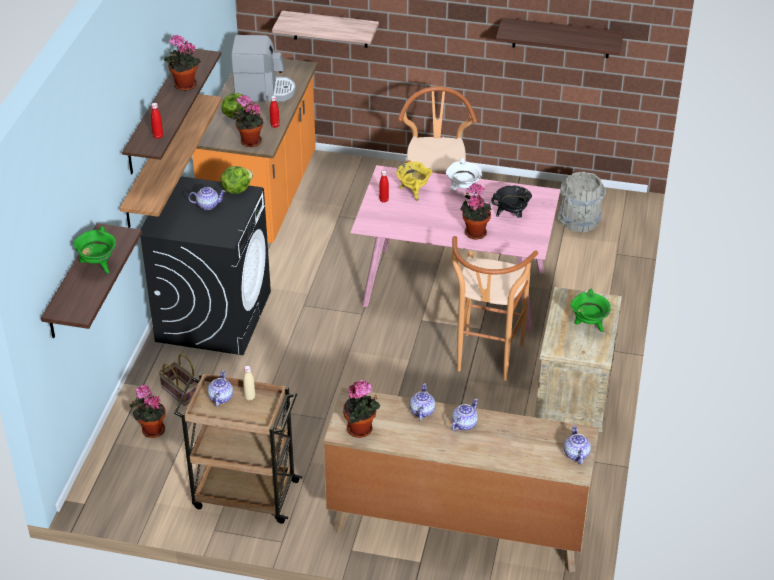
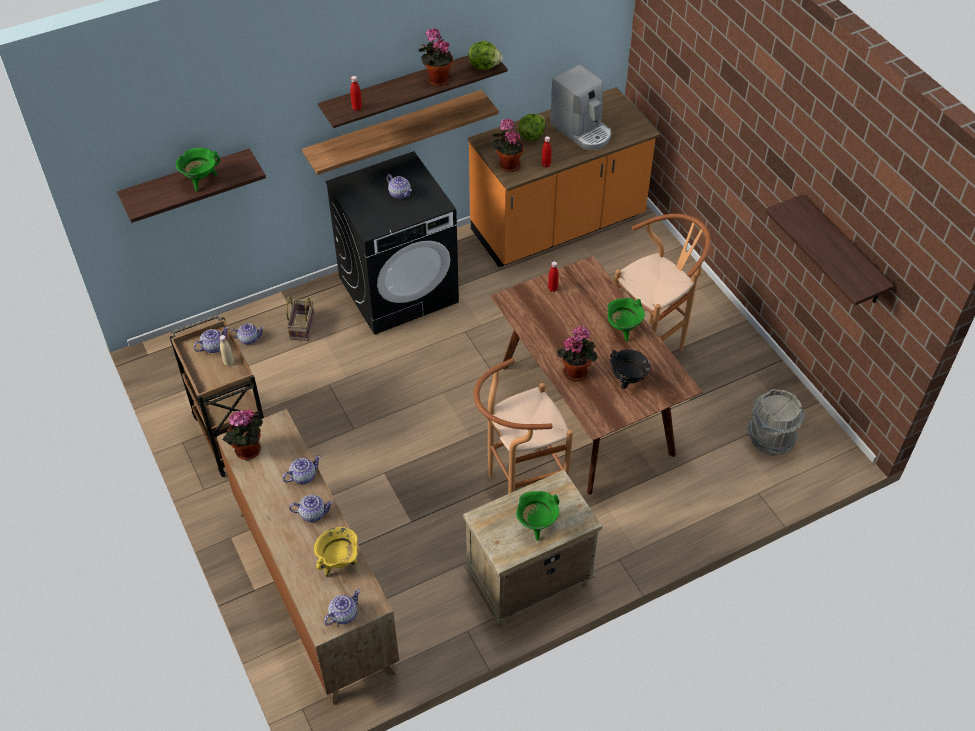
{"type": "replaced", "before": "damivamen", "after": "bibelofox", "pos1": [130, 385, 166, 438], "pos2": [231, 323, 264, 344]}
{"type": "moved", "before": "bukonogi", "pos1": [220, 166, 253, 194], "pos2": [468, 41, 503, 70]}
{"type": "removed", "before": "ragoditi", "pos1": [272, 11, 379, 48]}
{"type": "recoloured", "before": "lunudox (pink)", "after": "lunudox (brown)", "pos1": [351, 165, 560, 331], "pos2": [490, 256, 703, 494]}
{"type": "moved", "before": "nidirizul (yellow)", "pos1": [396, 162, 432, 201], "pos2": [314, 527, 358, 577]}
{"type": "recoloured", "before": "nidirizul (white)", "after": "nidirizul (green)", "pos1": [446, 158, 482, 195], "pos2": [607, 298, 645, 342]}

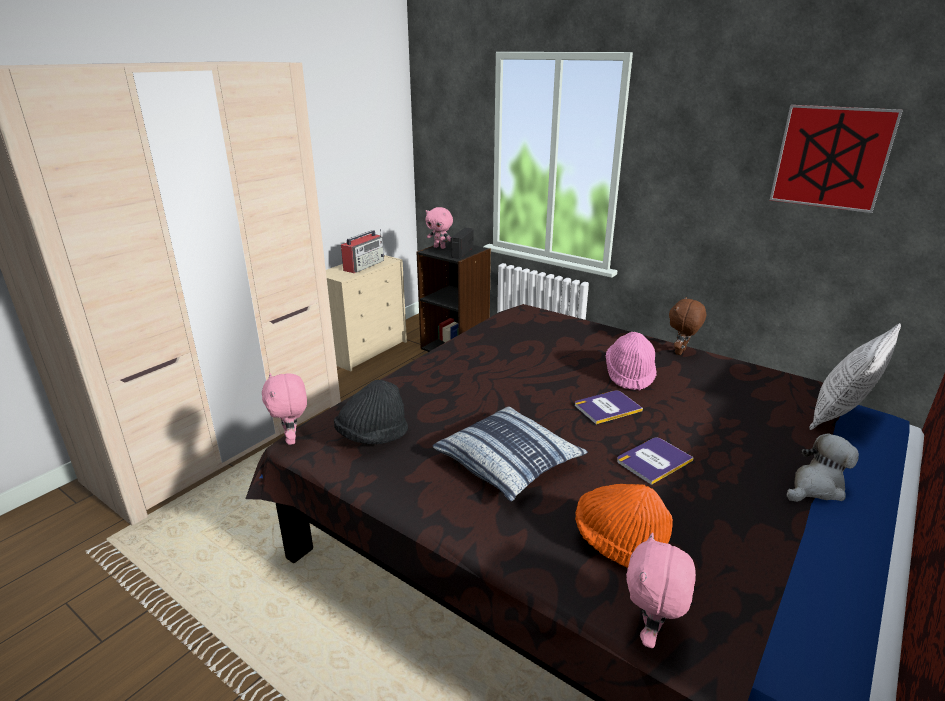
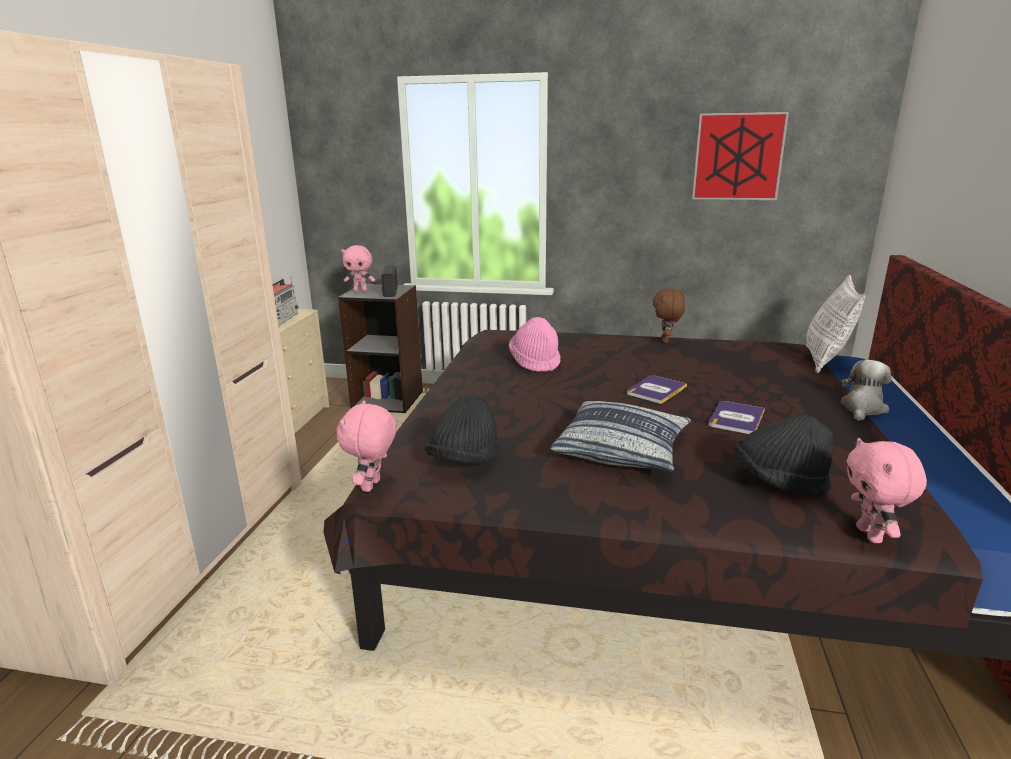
{"type": "turned", "before": "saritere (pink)", "pos1": [262, 373, 307, 445], "pos2": [336, 400, 397, 492], "turn": 60}
{"type": "recoloured", "before": "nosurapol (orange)", "after": "nosurapol (black)", "pos1": [575, 484, 673, 568], "pos2": [735, 414, 833, 495]}
{"type": "moved", "before": "nosurapol (pink)", "pos1": [606, 332, 657, 390], "pos2": [509, 317, 561, 372]}

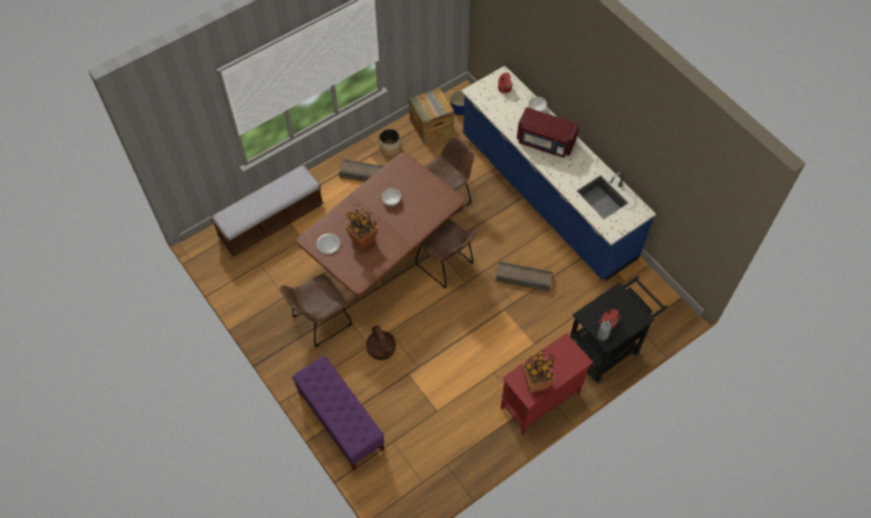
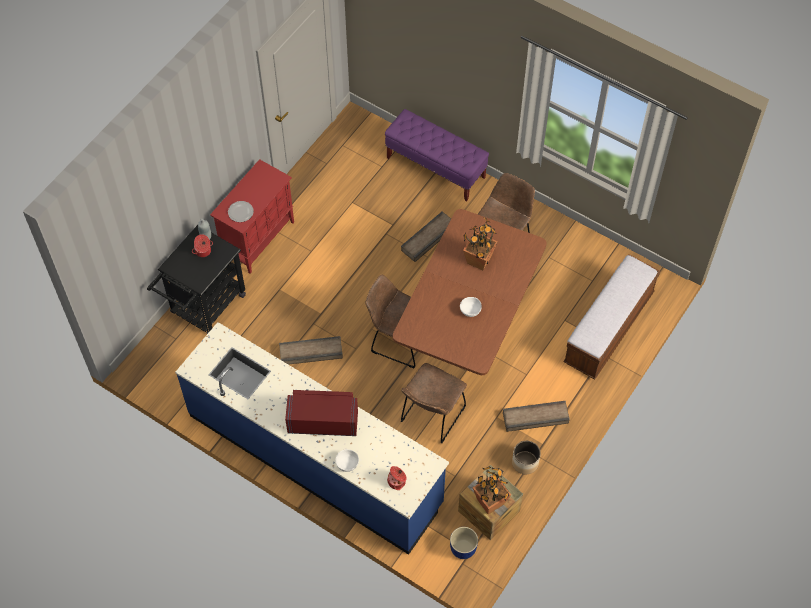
{"type": "moved", "before": "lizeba", "pos1": [316, 234, 341, 254], "pos2": [228, 201, 254, 222]}
{"type": "replaced", "before": "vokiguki", "after": "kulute", "pos1": [366, 325, 396, 360], "pos2": [401, 211, 451, 262]}
{"type": "moved", "before": "damivamen", "pos1": [522, 350, 555, 393], "pos2": [473, 466, 511, 514]}

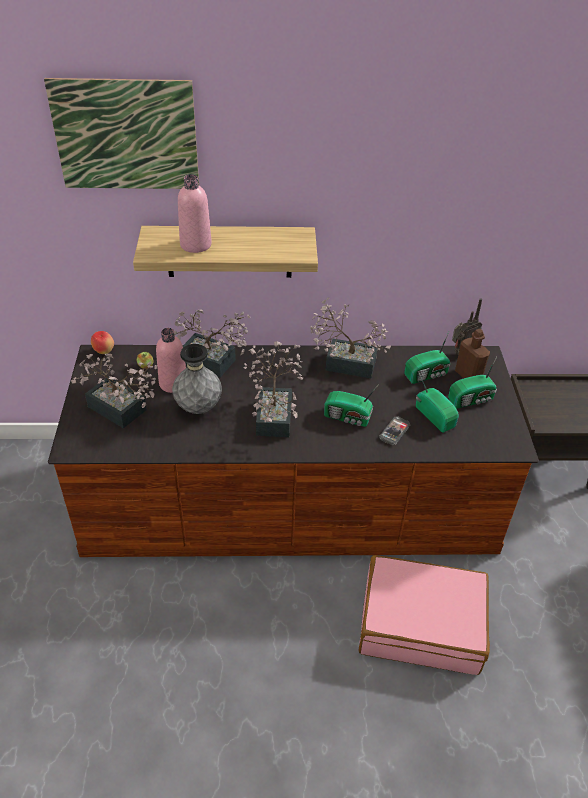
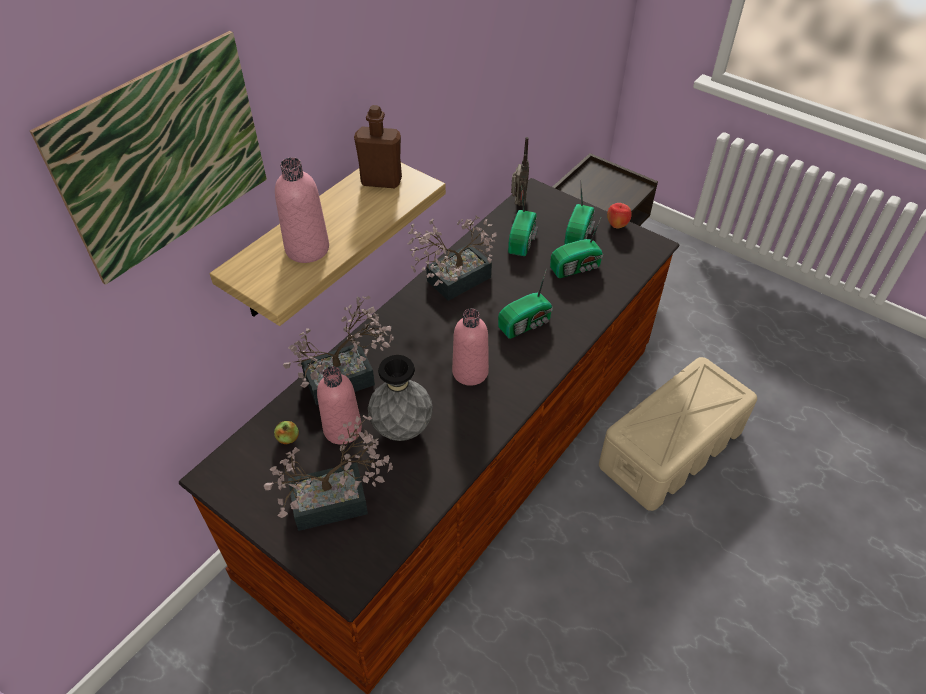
{"type": "moved", "before": "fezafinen", "pos1": [91, 331, 114, 354], "pos2": [607, 203, 632, 228]}
{"type": "replaced", "before": "damivamen", "after": "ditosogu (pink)", "pos1": [244, 341, 303, 437], "pos2": [452, 308, 489, 386]}
{"type": "replaced", "before": "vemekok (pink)", "after": "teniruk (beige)", "pos1": [359, 555, 490, 675], "pos2": [599, 357, 757, 511]}
{"type": "removed", "before": "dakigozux", "pos1": [379, 416, 410, 445]}
{"type": "turned", "before": "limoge", "pos1": [416, 373, 459, 433], "pos2": [550, 218, 603, 278], "turn": 150}
{"type": "moved", "before": "ditosogu (brown)", "pos1": [455, 329, 490, 378], "pos2": [354, 105, 402, 188]}

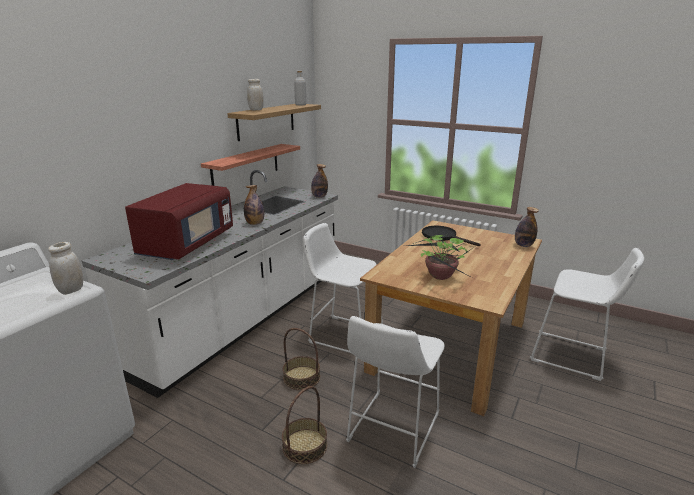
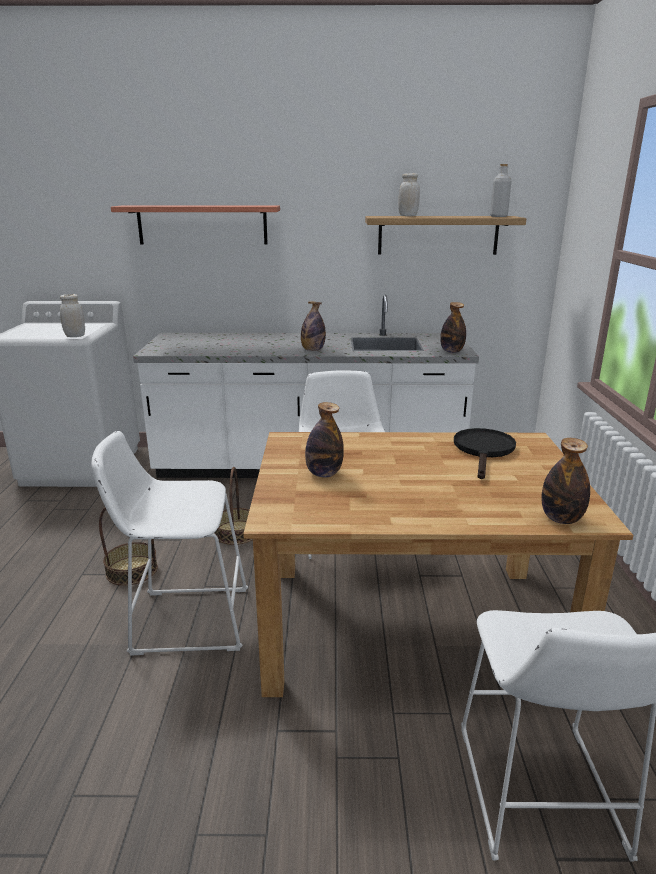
{"type": "removed", "before": "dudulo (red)", "pos1": [125, 183, 233, 260]}
{"type": "moved", "before": "ragoditi", "pos1": [201, 144, 300, 186], "pos2": [111, 205, 280, 244]}
{"type": "replaced", "before": "damivamen", "after": "ditosogu", "pos1": [407, 235, 474, 280], "pos2": [305, 402, 344, 478]}

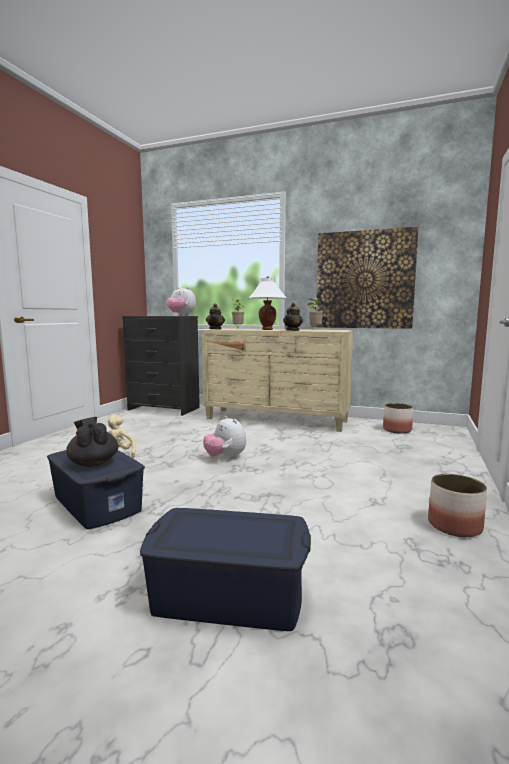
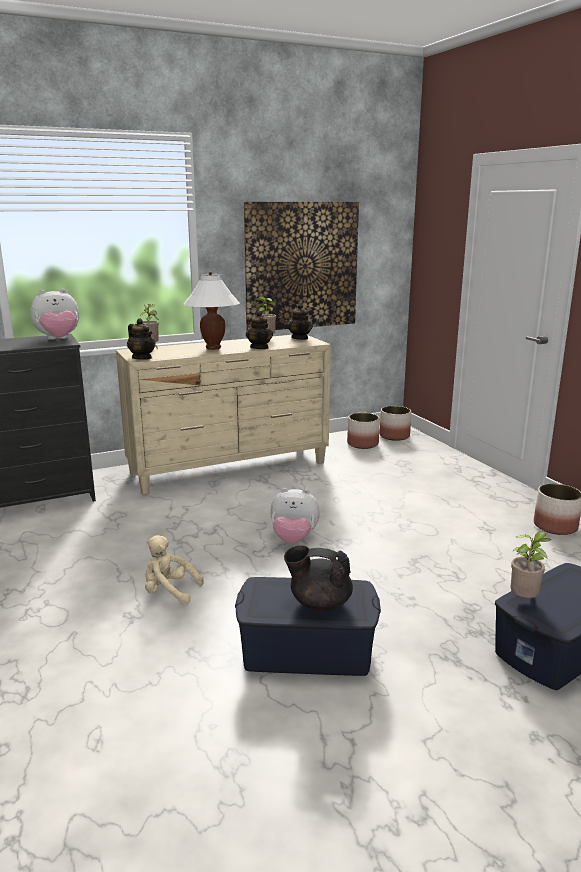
{"type": "added", "after": "bibelofox", "pos2": [287, 304, 313, 340]}
{"type": "added", "after": "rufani", "pos2": [379, 406, 411, 441]}
{"type": "added", "after": "damivamen", "pos2": [511, 531, 552, 598]}

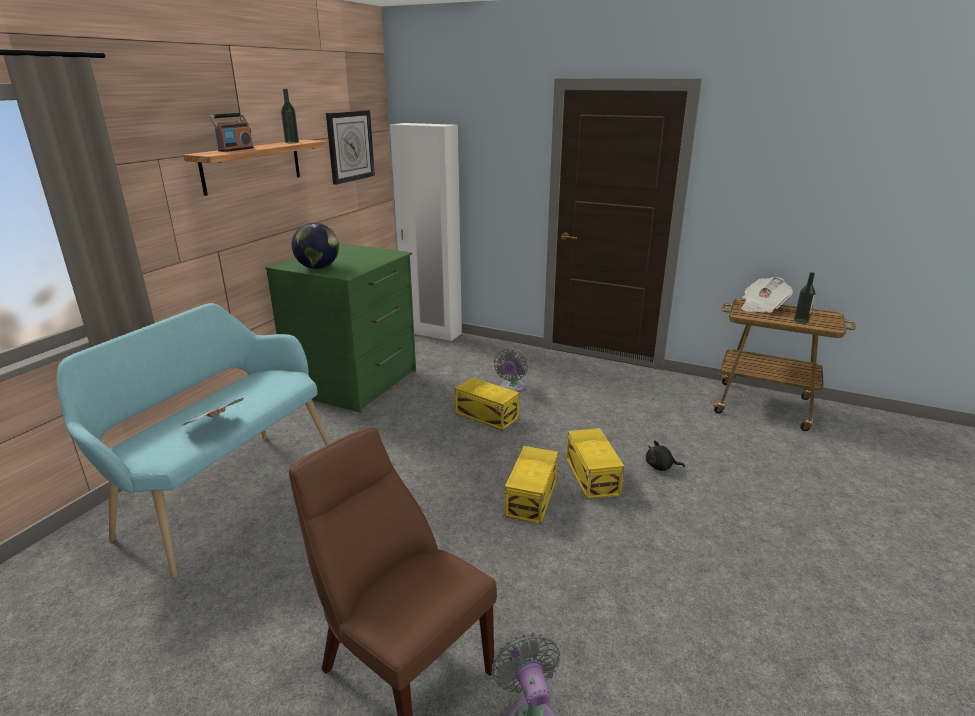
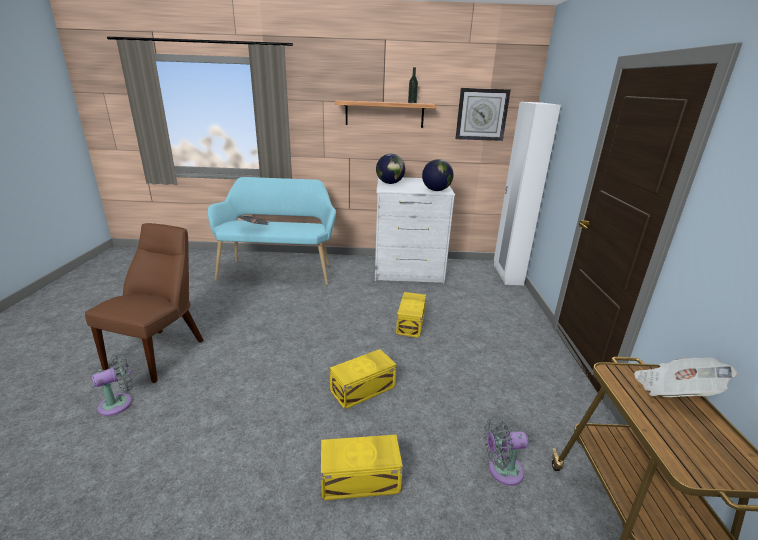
{"type": "removed", "before": "limoge", "pos1": [209, 113, 254, 152]}
{"type": "recoloured", "before": "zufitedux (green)", "after": "zufitedux (white)", "pos1": [265, 243, 416, 413], "pos2": [375, 177, 455, 284]}
{"type": "moved", "before": "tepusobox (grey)", "pos1": [494, 349, 528, 392], "pos2": [484, 416, 529, 486]}
{"type": "moved", "before": "teniruk (yellow)", "pos1": [504, 446, 558, 524], "pos2": [321, 435, 403, 501]}
{"type": "removed", "before": "saritere (black)", "pos1": [646, 440, 685, 471]}
{"type": "removed", "before": "ditosogu", "pos1": [794, 272, 815, 324]}
{"type": "added", "after": "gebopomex", "pos2": [422, 159, 454, 191]}

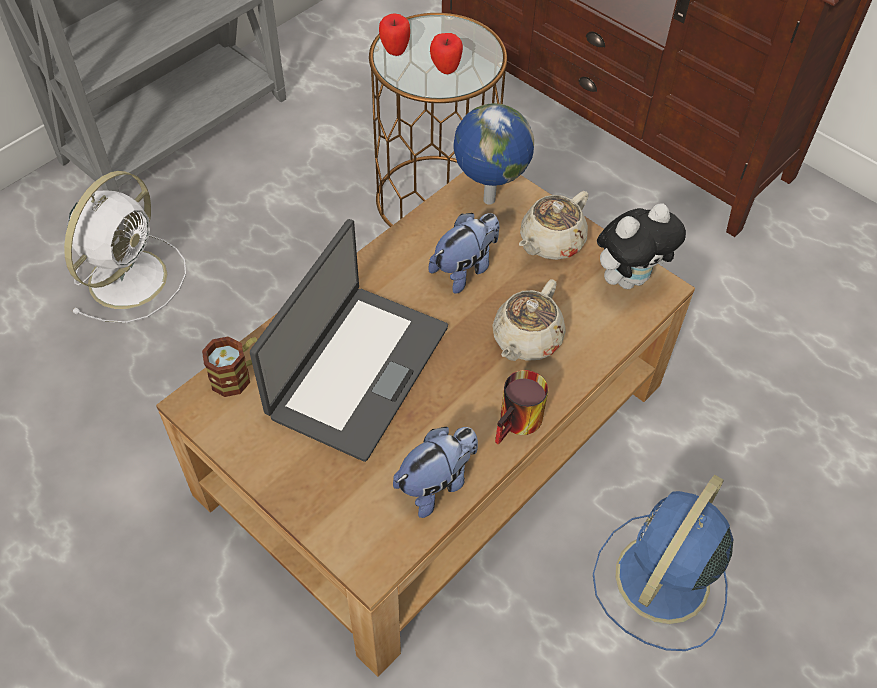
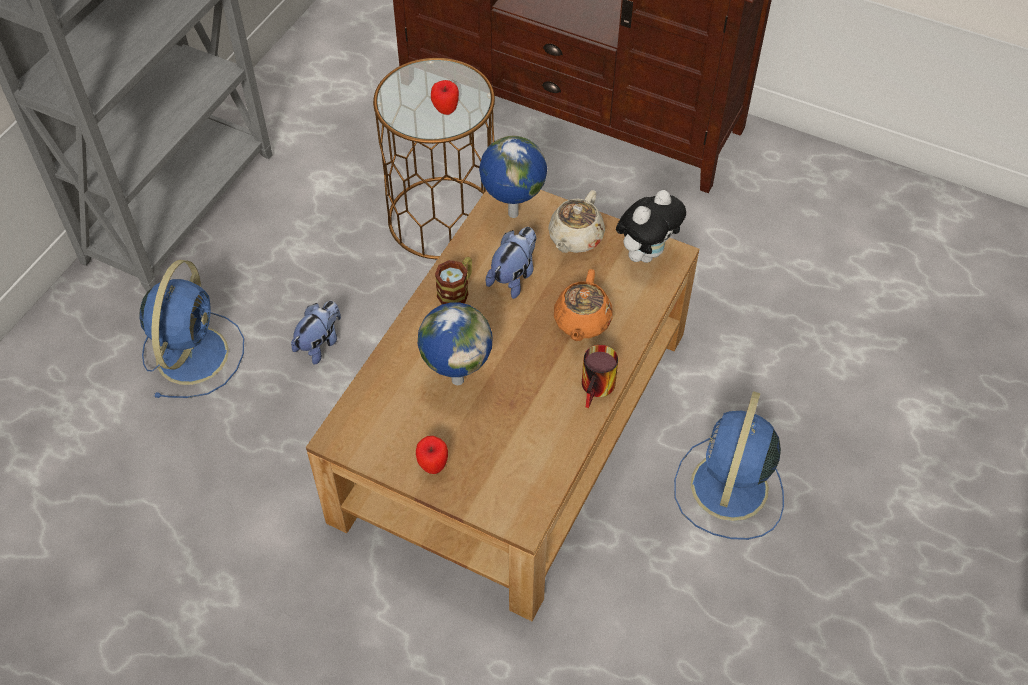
{"type": "recoloured", "before": "tepusobox (white)", "after": "tepusobox (blue)", "pos1": [64, 171, 186, 323], "pos2": [140, 260, 244, 398]}
{"type": "moved", "before": "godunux", "pos1": [202, 336, 258, 397], "pos2": [435, 257, 472, 304]}
{"type": "replaced", "before": "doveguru", "after": "gebopomex", "pos1": [250, 219, 448, 462], "pos2": [418, 302, 493, 385]}
{"type": "moved", "before": "fezafinen", "pos1": [379, 13, 410, 56], "pos2": [416, 436, 448, 474]}
{"type": "moved", "before": "saritere", "pos1": [393, 427, 478, 518], "pos2": [291, 301, 341, 364]}
{"type": "recoloured", "before": "bibelofox (beige)", "after": "bibelofox (orange)", "pos1": [492, 279, 566, 361], "pos2": [554, 269, 613, 341]}

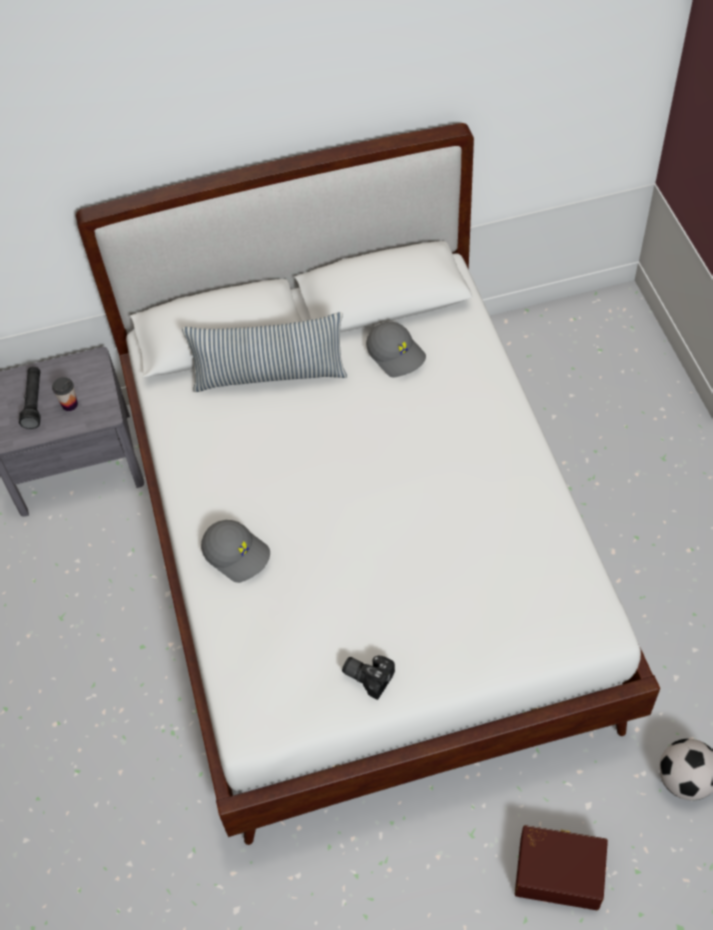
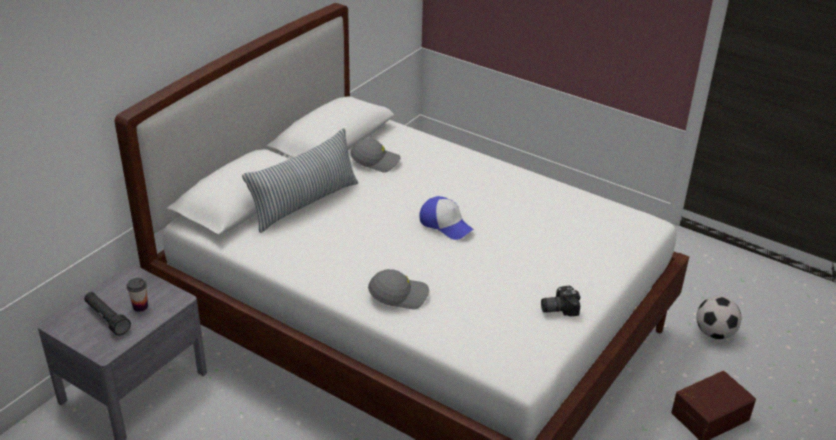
{"type": "added", "after": "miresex", "pos2": [419, 196, 474, 240]}

